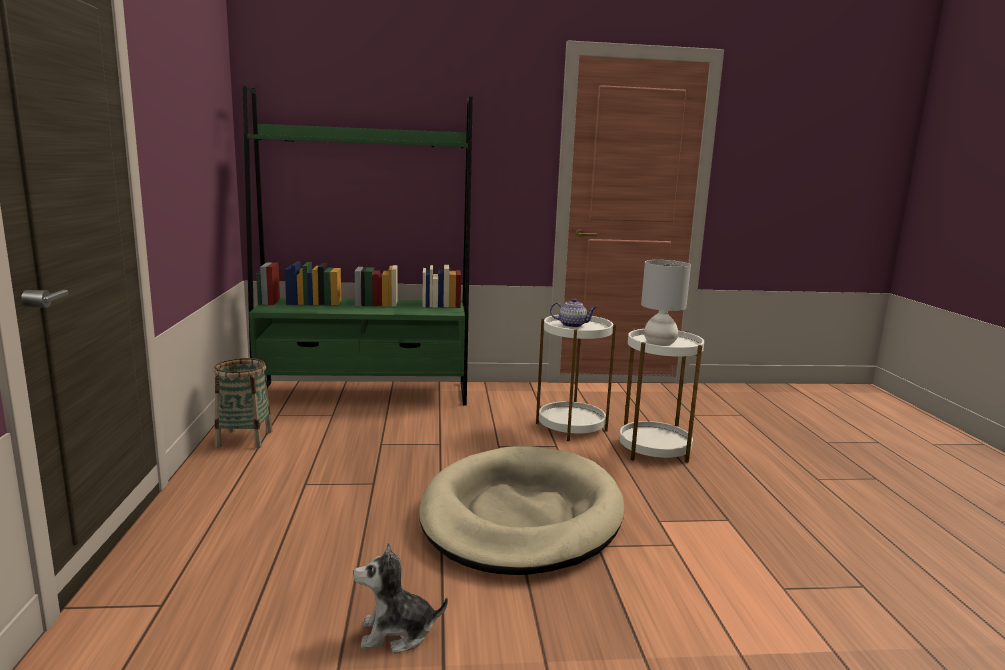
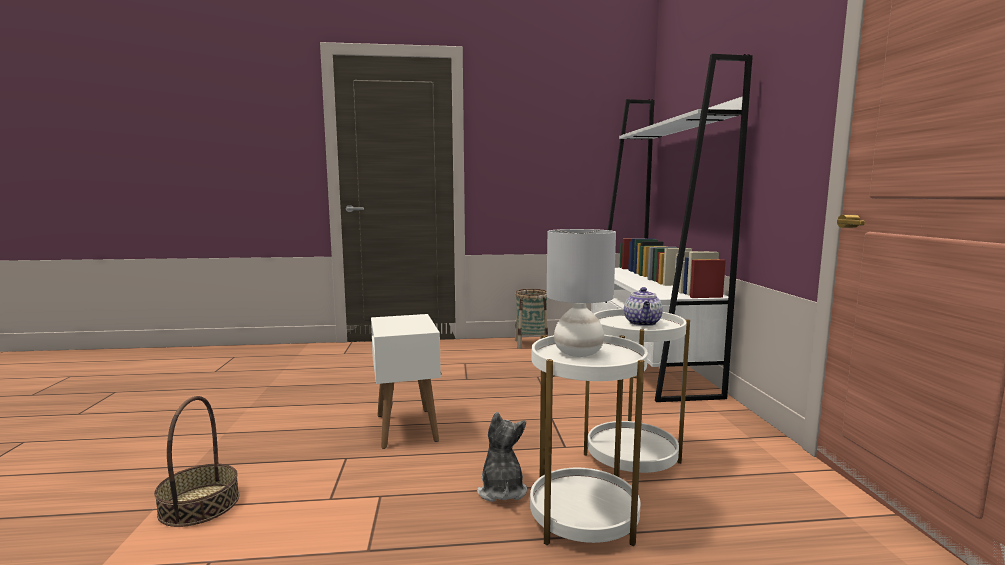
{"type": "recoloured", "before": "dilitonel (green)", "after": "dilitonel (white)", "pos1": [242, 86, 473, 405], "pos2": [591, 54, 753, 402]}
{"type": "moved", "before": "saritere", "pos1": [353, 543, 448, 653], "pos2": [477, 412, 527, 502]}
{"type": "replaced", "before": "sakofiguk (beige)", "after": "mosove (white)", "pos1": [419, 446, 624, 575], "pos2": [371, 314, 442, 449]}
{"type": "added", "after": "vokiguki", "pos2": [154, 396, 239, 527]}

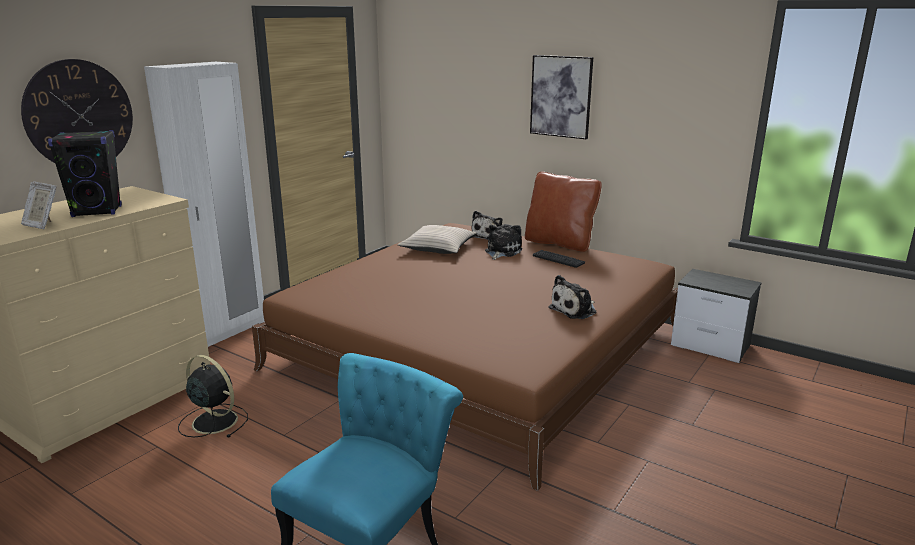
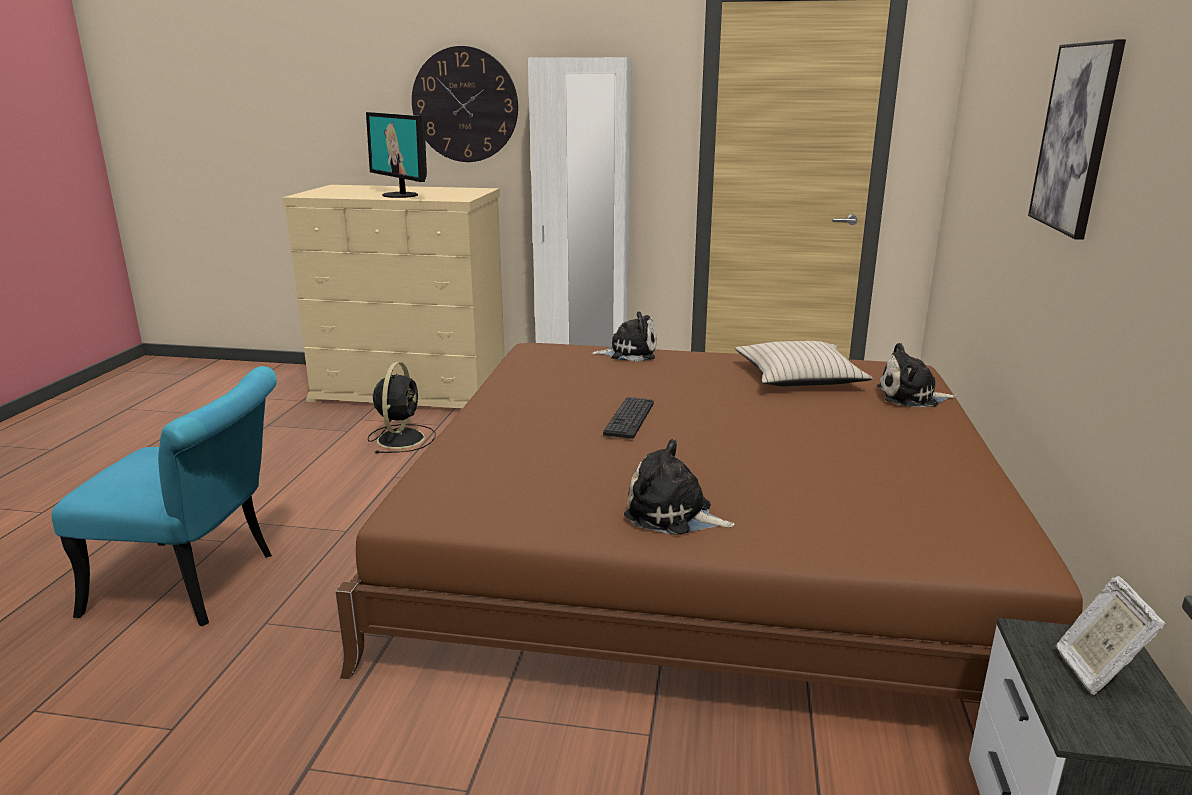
{"type": "moved", "before": "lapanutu", "pos1": [21, 181, 57, 229], "pos2": [1055, 576, 1166, 695]}
{"type": "replaced", "before": "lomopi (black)", "after": "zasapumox", "pos1": [48, 130, 122, 217], "pos2": [366, 112, 427, 198]}
{"type": "moved", "before": "saritere", "pos1": [485, 224, 522, 260], "pos2": [591, 312, 657, 362]}
{"type": "removed", "before": "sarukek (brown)", "pos1": [525, 172, 602, 252]}
{"type": "moved", "before": "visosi", "pos1": [533, 250, 585, 268], "pos2": [603, 397, 654, 439]}

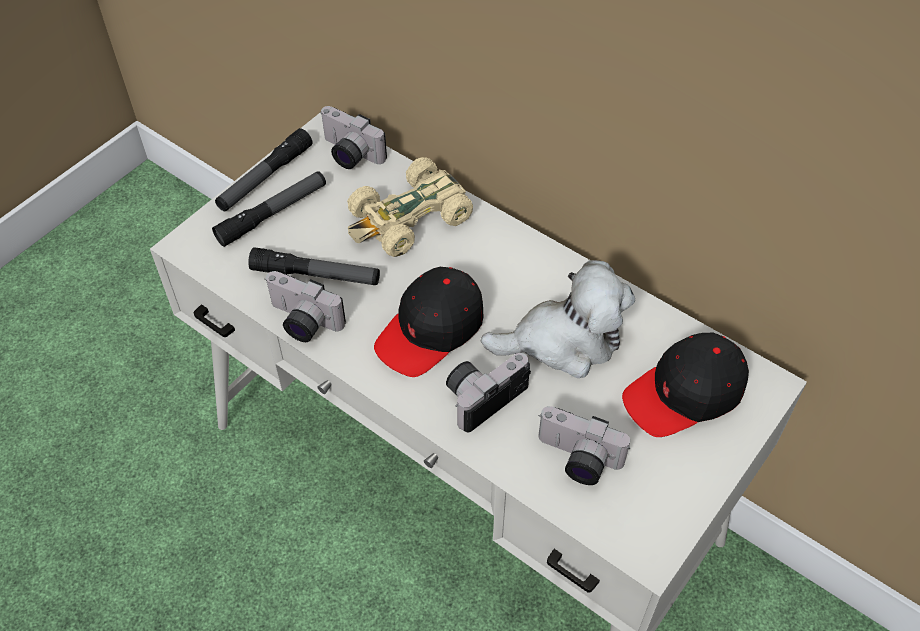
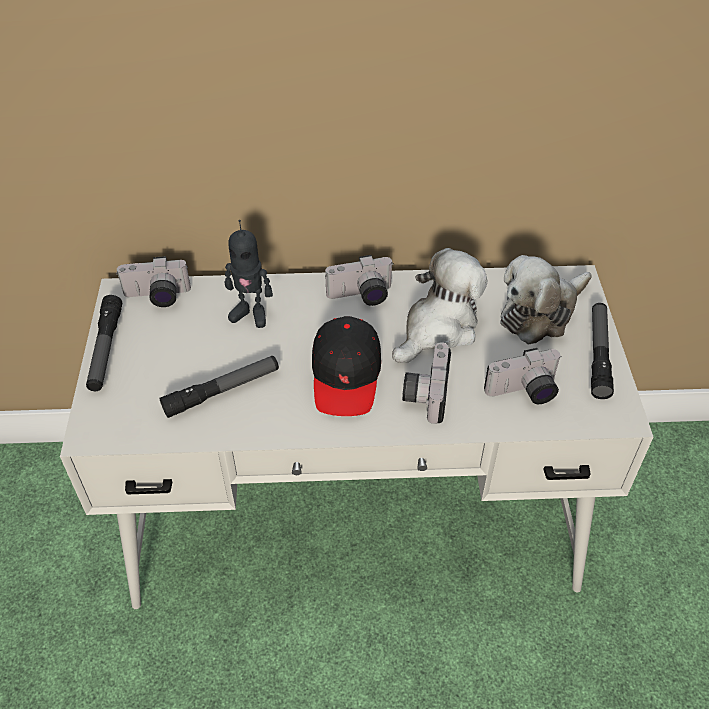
{"type": "moved", "before": "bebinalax", "pos1": [212, 171, 326, 247], "pos2": [591, 303, 614, 399]}
{"type": "moved", "before": "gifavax", "pos1": [265, 271, 346, 342], "pos2": [325, 255, 394, 306]}
{"type": "replaced", "before": "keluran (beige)", "after": "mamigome", "pos1": [347, 157, 473, 257], "pos2": [225, 220, 273, 328]}
{"type": "replaced", "before": "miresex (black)", "after": "saritere", "pos1": [622, 332, 749, 437], "pos2": [500, 255, 592, 345]}

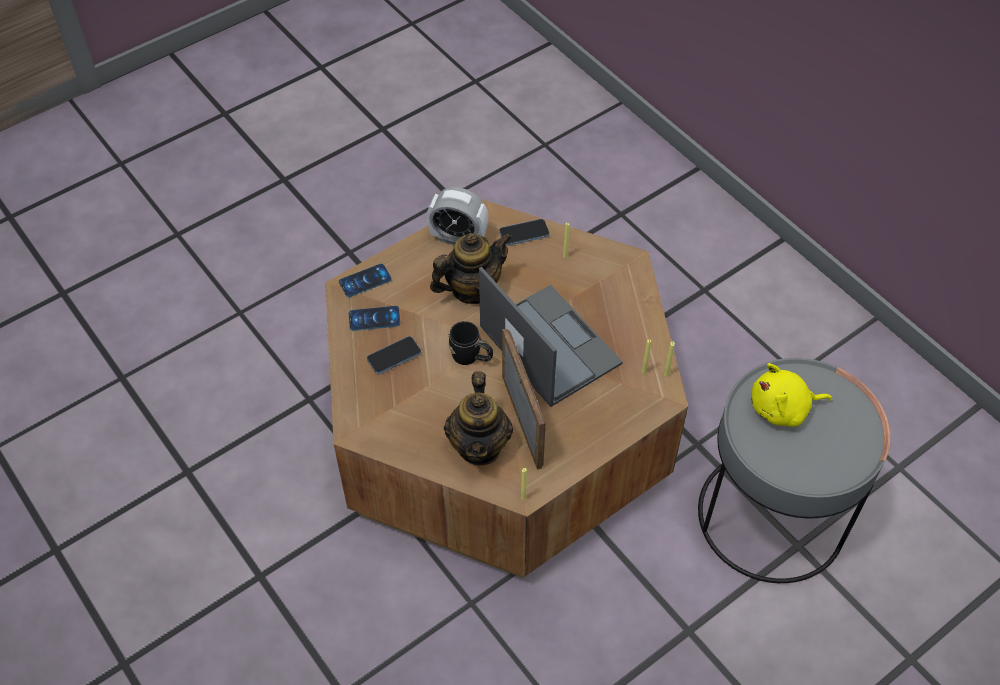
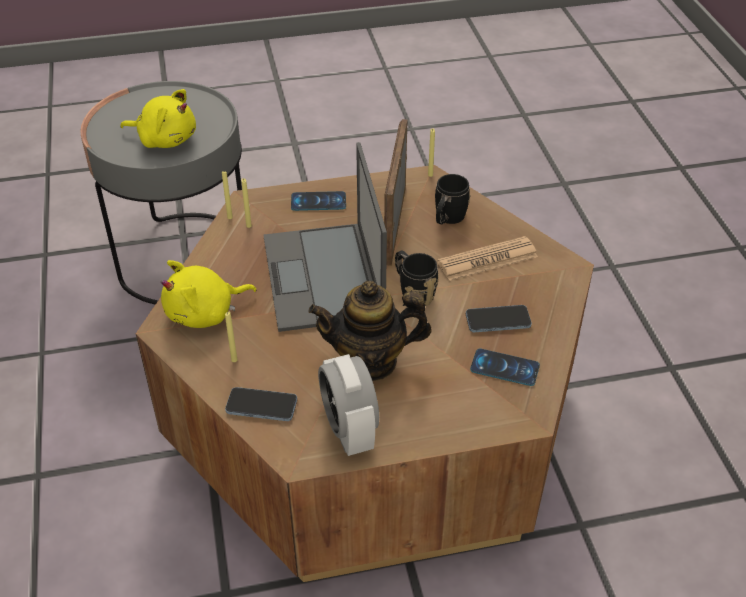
{"type": "moved", "before": "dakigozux", "pos1": [339, 264, 392, 297], "pos2": [291, 191, 346, 211]}
{"type": "turned", "before": "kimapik", "pos1": [427, 187, 488, 245], "pos2": [318, 354, 379, 456], "turn": -150}
{"type": "replaced", "before": "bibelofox", "after": "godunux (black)", "pos1": [444, 371, 513, 466], "pos2": [435, 174, 471, 224]}
{"type": "added", "after": "saritere (yellow)", "pos2": [160, 260, 256, 328]}
{"type": "added", "after": "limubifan", "pos2": [437, 236, 538, 281]}

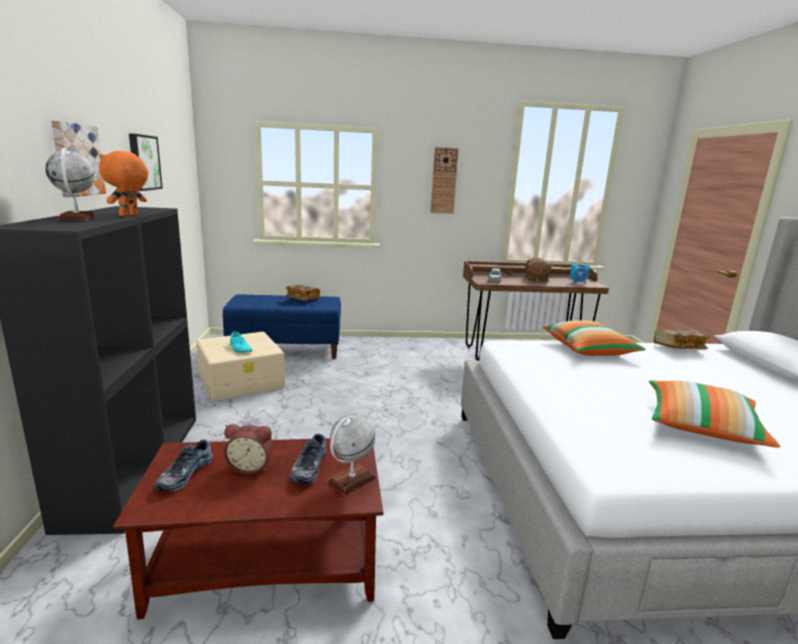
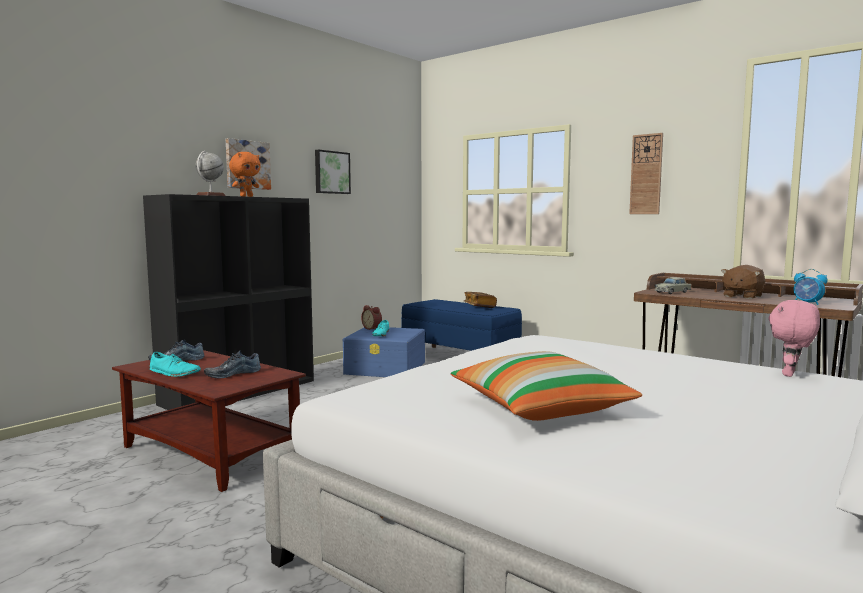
{"type": "turned", "before": "saritere (orange)", "pos1": [99, 151, 148, 216], "pos2": [229, 152, 261, 197], "turn": 150}
{"type": "recoloured", "before": "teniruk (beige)", "after": "teniruk (blue)", "pos1": [196, 332, 285, 401], "pos2": [343, 327, 425, 377]}
{"type": "moved", "before": "kimapik", "pos1": [224, 424, 273, 474], "pos2": [361, 305, 382, 330]}
{"type": "removed", "before": "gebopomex", "pos1": [327, 414, 376, 496]}
{"type": "removed", "before": "sarukek", "pos1": [542, 321, 646, 356]}
{"type": "replaced", "before": "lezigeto", "after": "saritere (pink)", "pos1": [654, 329, 710, 350], "pos2": [768, 300, 820, 377]}
{"type": "added", "after": "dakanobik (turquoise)", "pos2": [150, 352, 201, 377]}

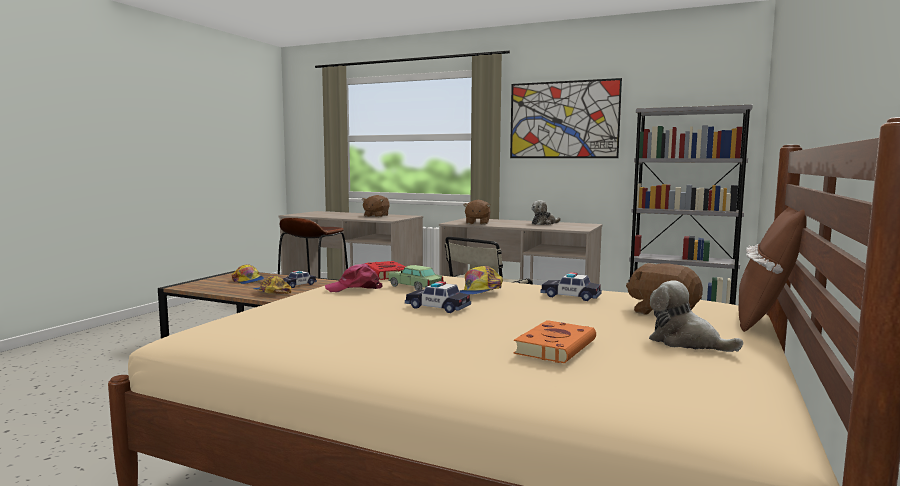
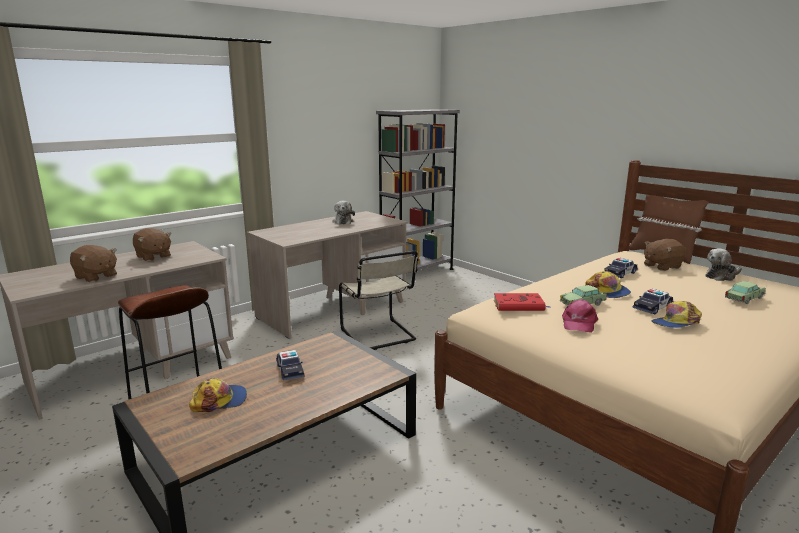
{"type": "moved", "before": "miresex", "pos1": [253, 276, 292, 294], "pos2": [651, 301, 702, 328]}
{"type": "moved", "before": "saritere (brown)", "pos1": [464, 200, 491, 225], "pos2": [70, 245, 117, 282]}
{"type": "removed", "before": "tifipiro", "pos1": [510, 78, 622, 158]}
{"type": "replaced", "before": "lezigeto (orange)", "after": "keluran", "pos1": [514, 320, 596, 363], "pos2": [725, 281, 766, 304]}

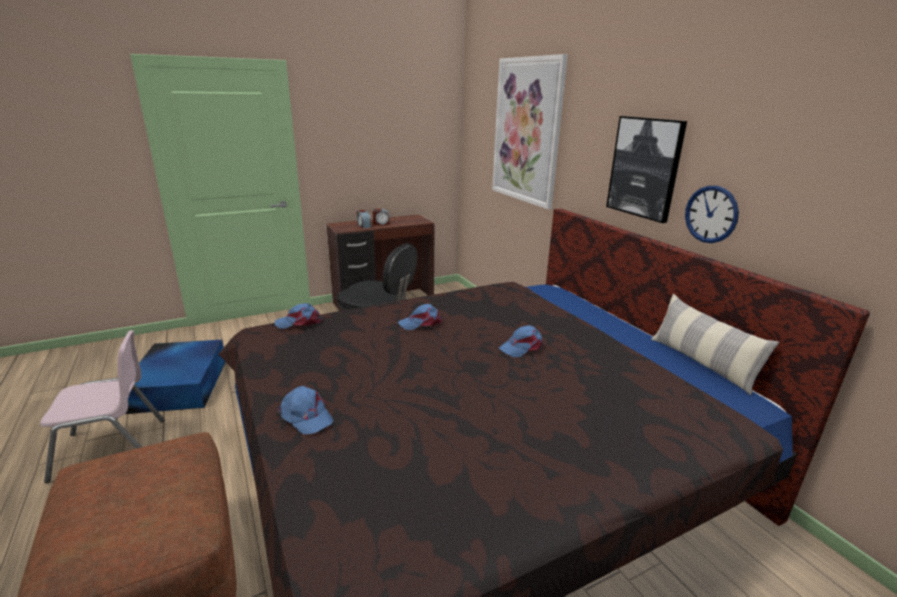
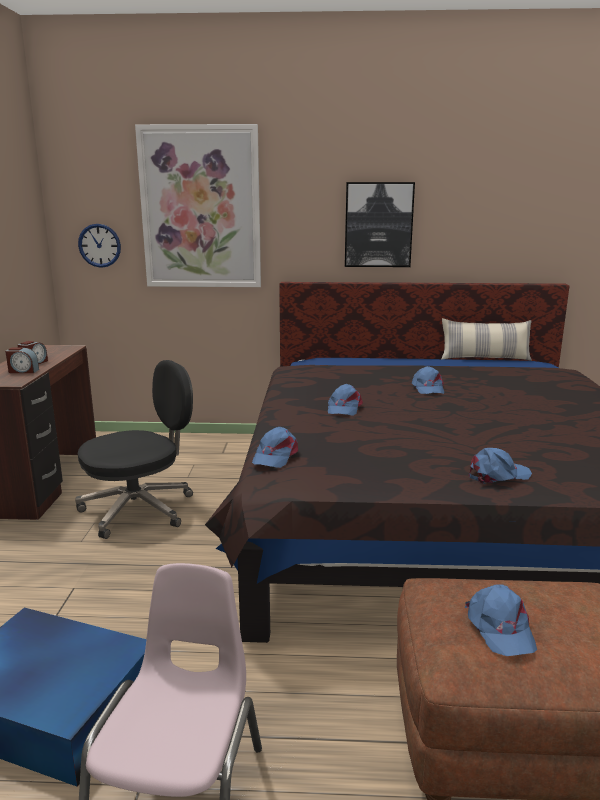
{"type": "moved", "before": "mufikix", "pos1": [685, 186, 739, 243], "pos2": [78, 224, 121, 268]}
{"type": "added", "after": "miresex (blue)", "pos2": [465, 585, 537, 656]}

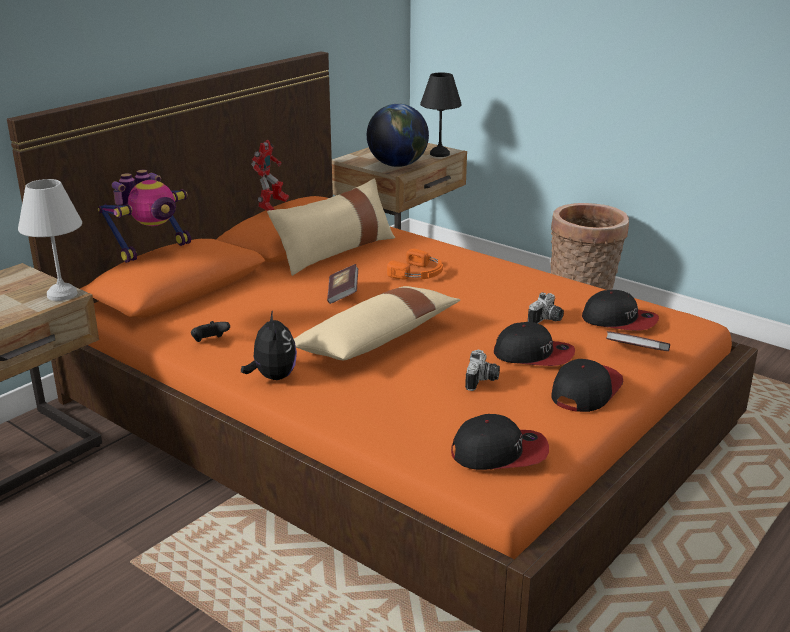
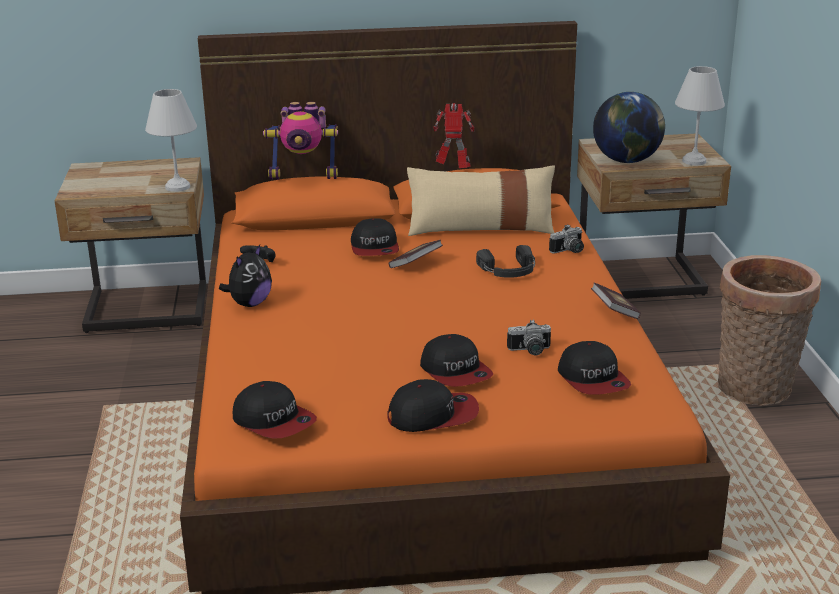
{"type": "turned", "before": "mamigome", "pos1": [251, 140, 289, 211], "pos2": [433, 103, 474, 168], "turn": -150}
{"type": "removed", "before": "sarukek (beige)", "pos1": [294, 286, 460, 360]}
{"type": "recoloured", "before": "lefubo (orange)", "after": "lefubo (black)", "pos1": [387, 249, 443, 279], "pos2": [476, 245, 535, 278]}
{"type": "recoloured", "before": "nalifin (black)", "after": "nalifin (white)", "pos1": [420, 72, 462, 157], "pos2": [675, 66, 725, 165]}
{"type": "moved", "before": "gifavax", "pos1": [465, 350, 500, 391], "pos2": [549, 224, 584, 254]}
{"type": "moved", "before": "lezigeto", "pos1": [606, 331, 670, 351], "pos2": [591, 282, 641, 319]}
{"type": "added", "after": "miresex", "pos2": [351, 218, 399, 256]}

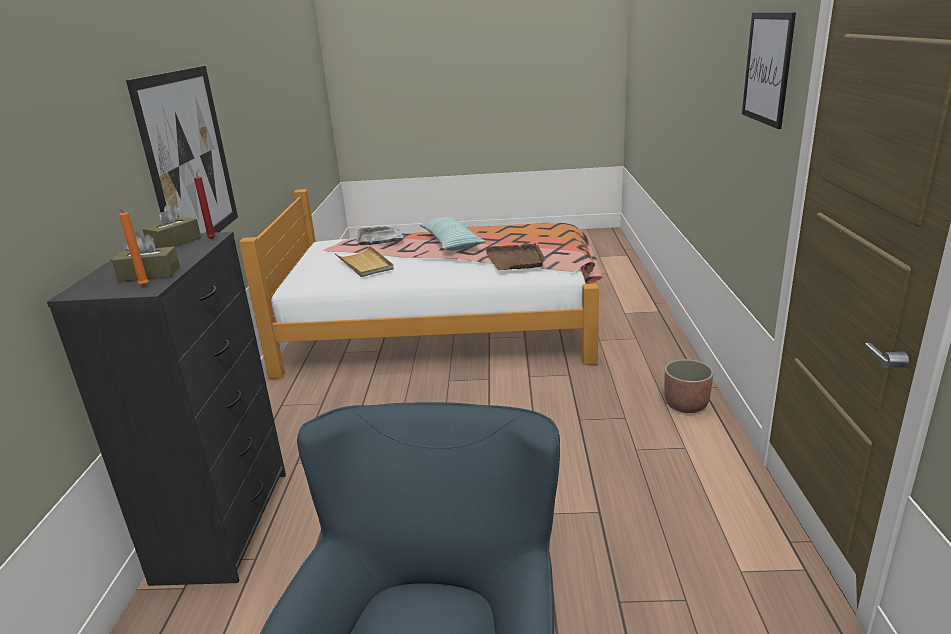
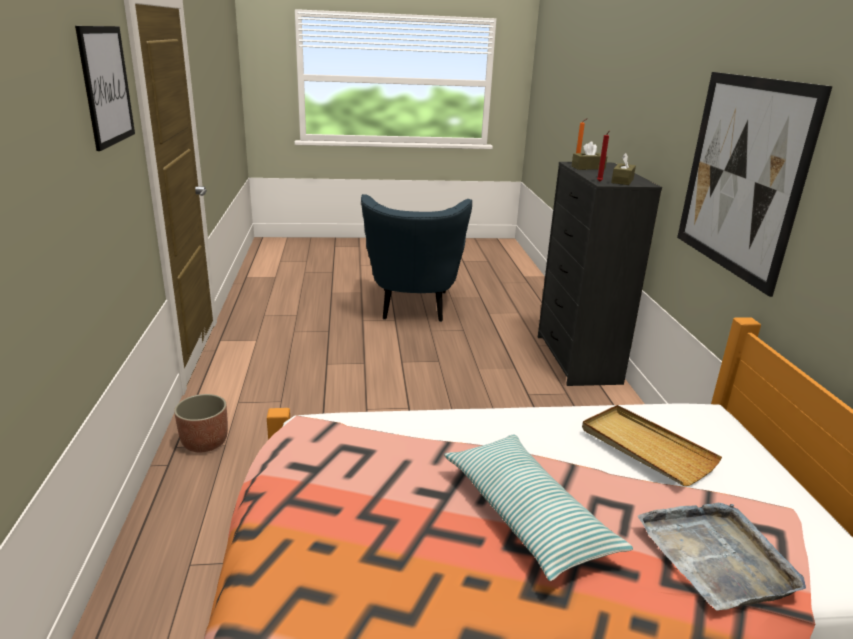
{"type": "removed", "before": "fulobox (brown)", "pos1": [485, 243, 546, 270]}

